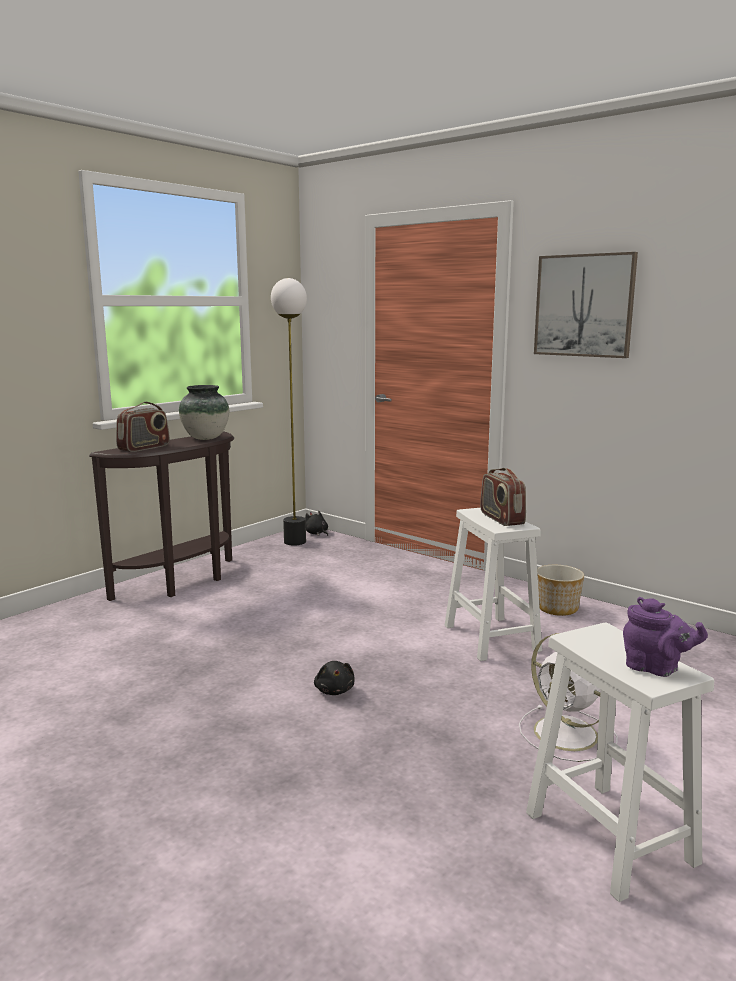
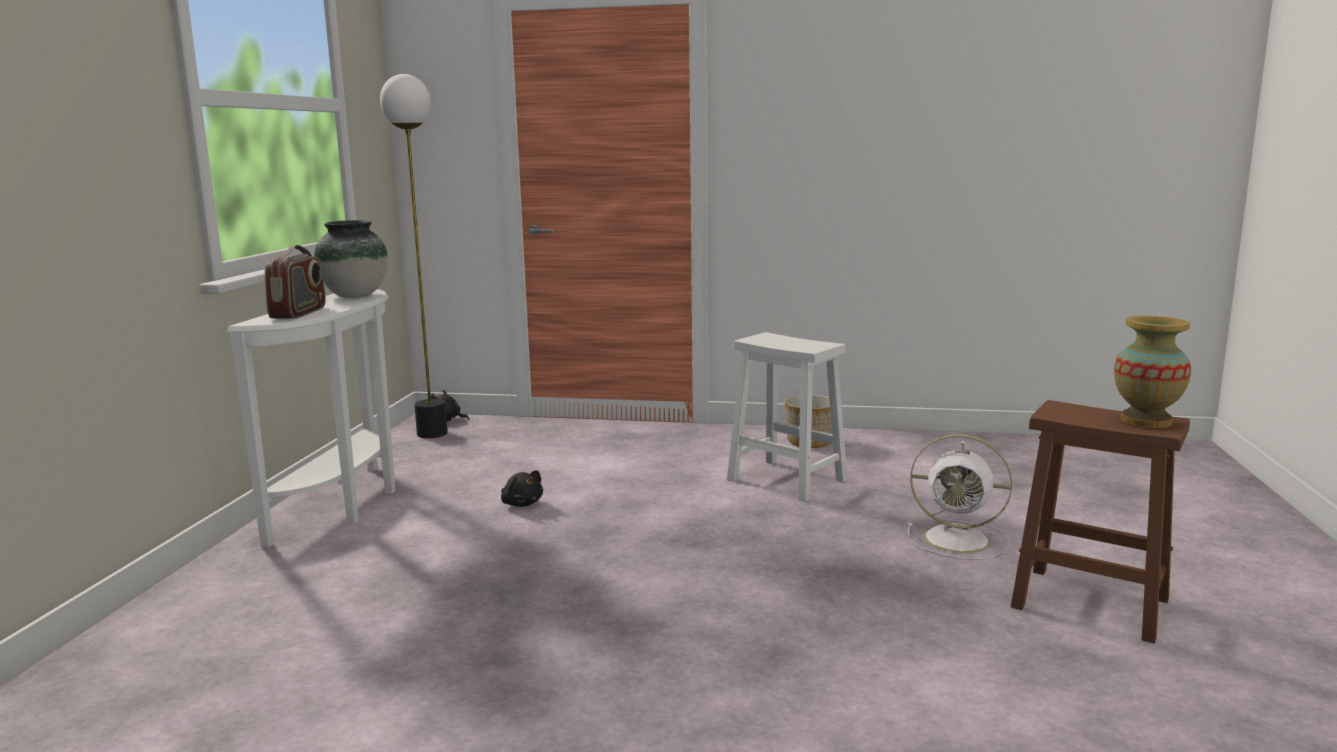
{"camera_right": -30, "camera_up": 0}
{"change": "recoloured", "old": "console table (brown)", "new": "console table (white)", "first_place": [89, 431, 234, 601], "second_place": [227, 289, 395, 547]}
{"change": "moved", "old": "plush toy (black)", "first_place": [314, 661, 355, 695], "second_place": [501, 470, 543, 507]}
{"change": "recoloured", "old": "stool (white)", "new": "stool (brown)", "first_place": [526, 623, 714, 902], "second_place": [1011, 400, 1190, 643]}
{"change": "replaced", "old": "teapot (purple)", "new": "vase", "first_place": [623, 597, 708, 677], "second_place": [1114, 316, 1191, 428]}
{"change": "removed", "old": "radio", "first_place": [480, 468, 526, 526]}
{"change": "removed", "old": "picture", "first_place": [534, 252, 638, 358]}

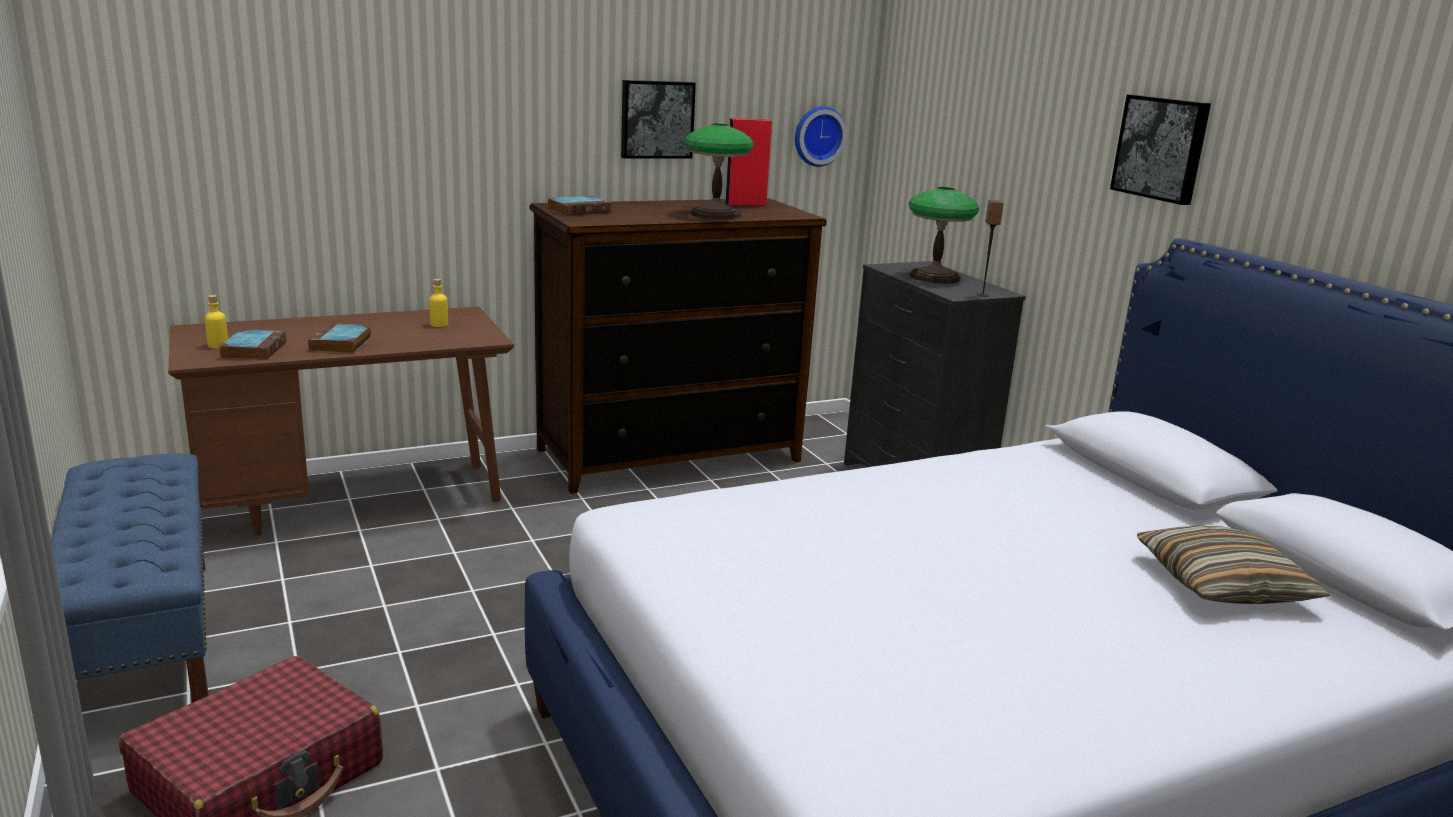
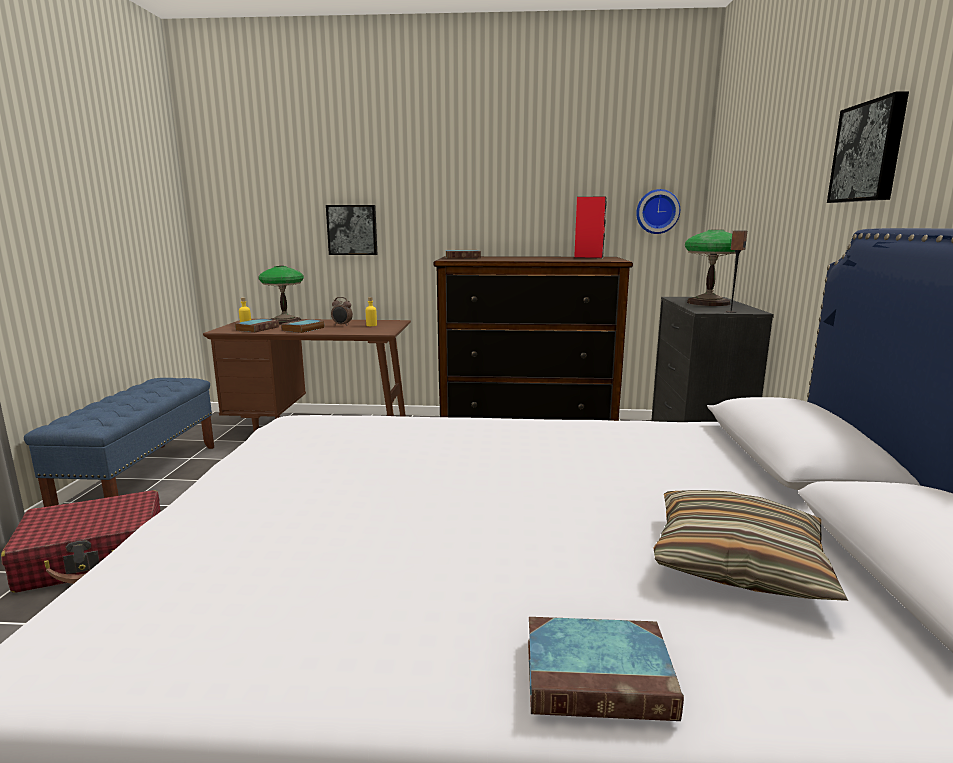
{"camera_right": 30, "camera_up": -5}
{"change": "moved", "old": "table lamp", "first_place": [685, 124, 754, 219], "second_place": [259, 266, 304, 324]}
{"change": "moved", "old": "picture", "first_place": [621, 80, 696, 159], "second_place": [326, 205, 377, 255]}
{"change": "added", "new": "alarm clock", "second_place": [331, 297, 353, 326]}
{"change": "added", "new": "book", "second_place": [528, 617, 684, 721]}

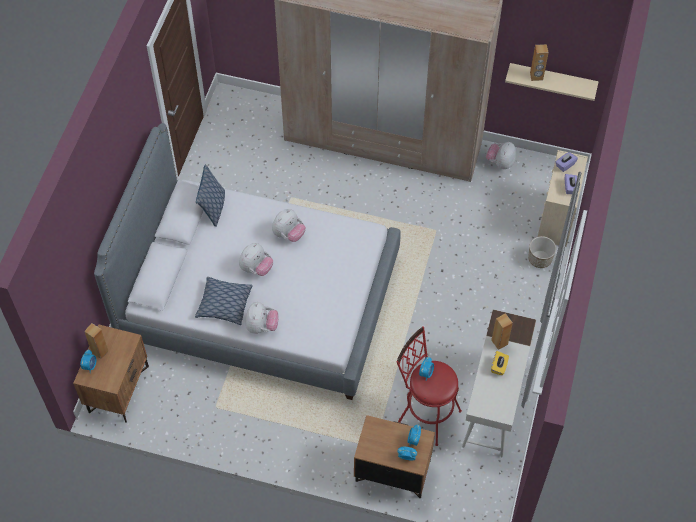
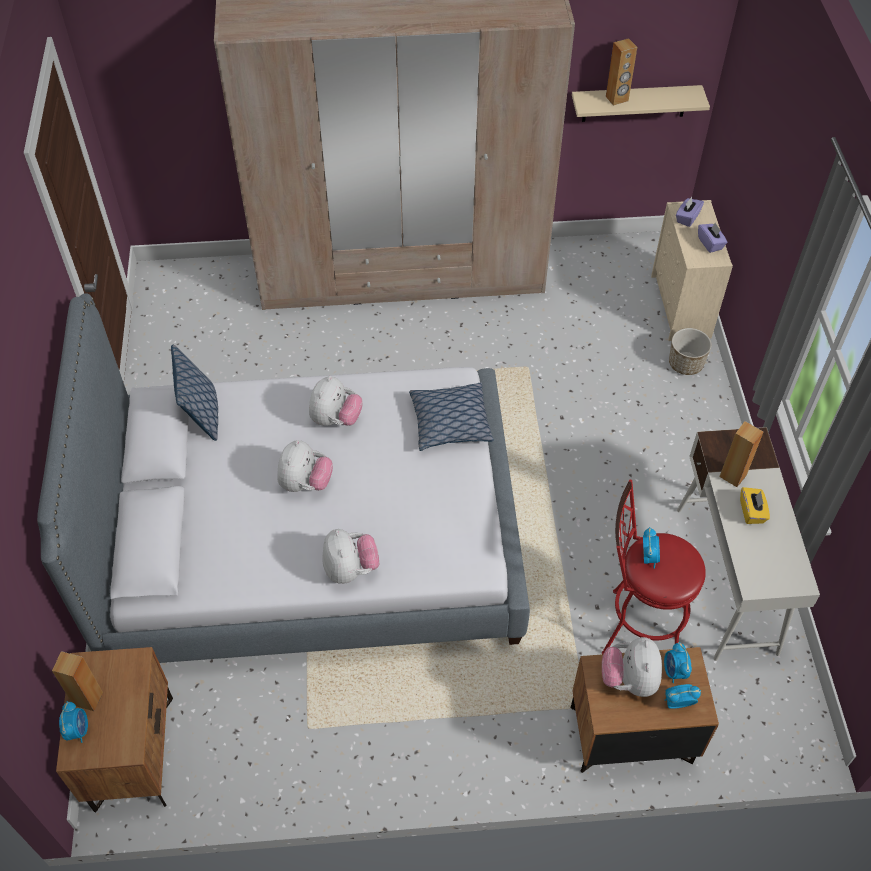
{"camera_right": -20, "camera_up": -5}
{"change": "moved", "old": "pillow", "first_place": [195, 277, 253, 325], "second_place": [409, 382, 494, 451]}
{"change": "moved", "old": "plush toy", "first_place": [486, 142, 516, 169], "second_place": [602, 637, 662, 697]}

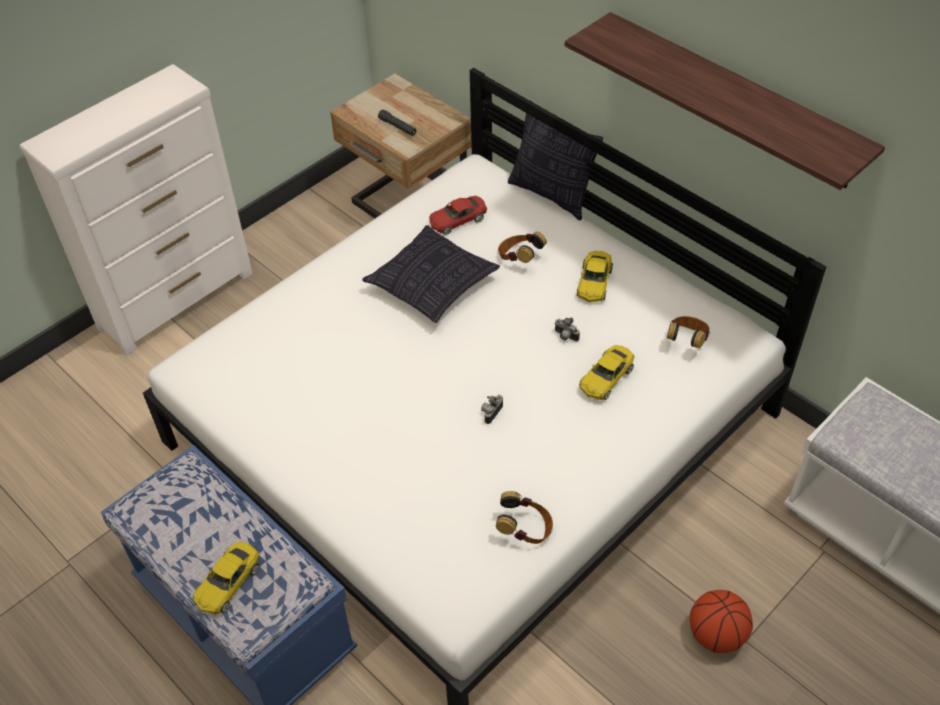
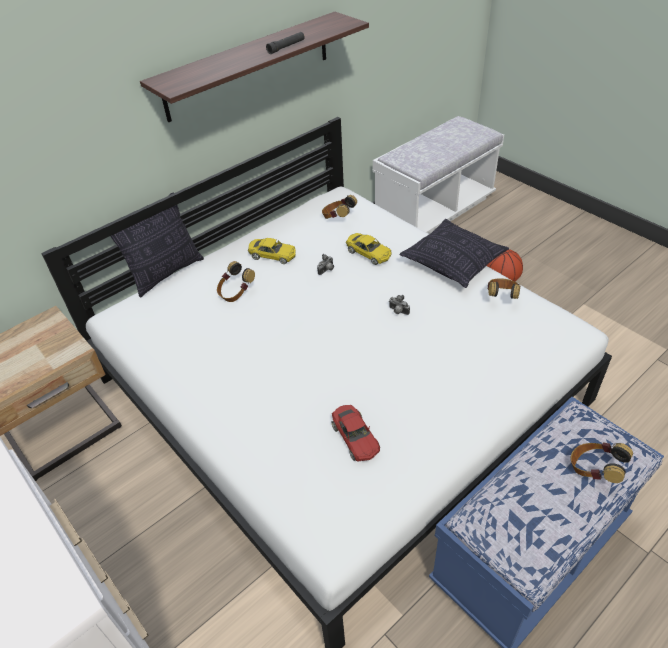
{"camera_right": -85, "camera_up": -5}
{"change": "moved", "old": "flashlight (black)", "first_place": [378, 110, 417, 136], "second_place": [266, 32, 305, 54]}
{"change": "moved", "old": "toy car (red)", "first_place": [429, 196, 487, 235], "second_place": [332, 405, 380, 462]}
{"change": "moved", "old": "pillow", "first_place": [362, 225, 500, 323], "second_place": [399, 219, 509, 288]}
{"change": "replaced", "old": "toy car (yellow)", "new": "headphones", "first_place": [193, 542, 260, 614], "second_place": [571, 442, 633, 483]}

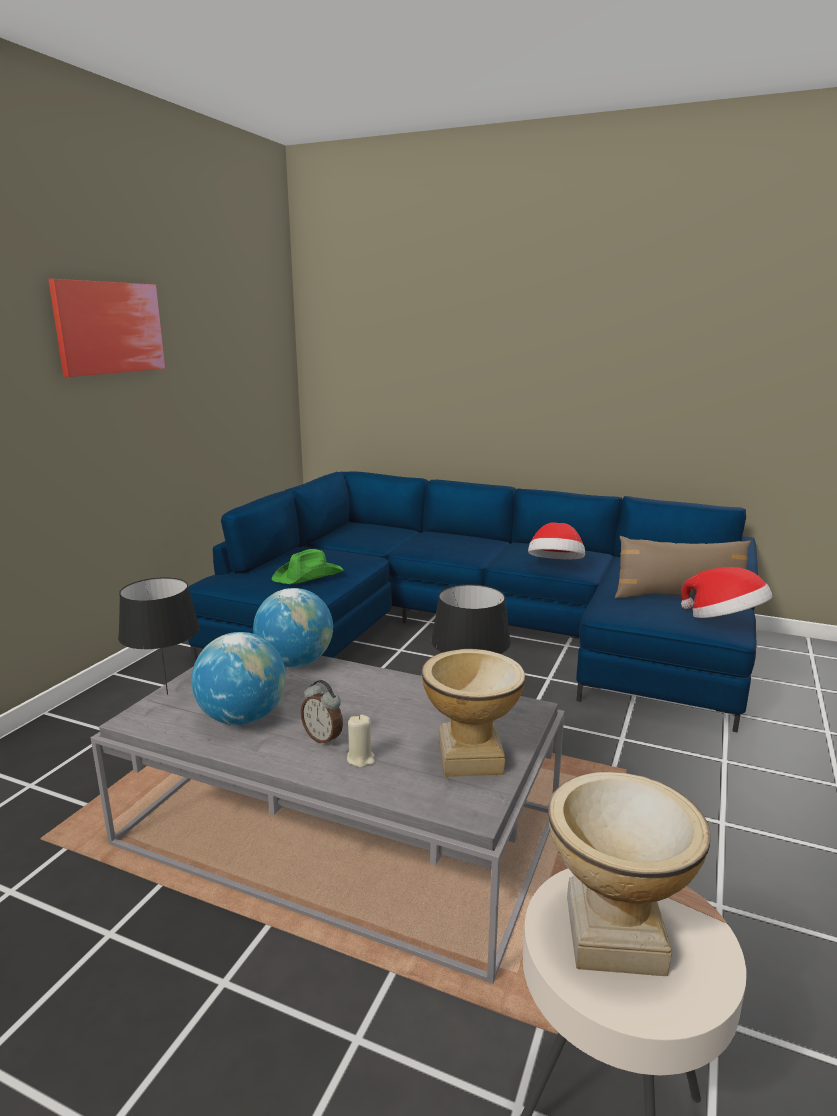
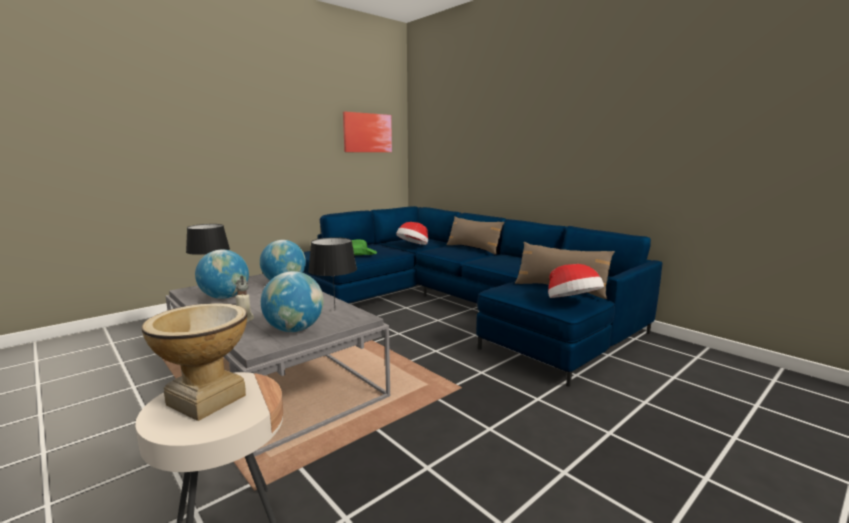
{"camera_right": 25, "camera_up": -5}
{"change": "replaced", "old": "vase", "new": "globe", "first_place": [422, 649, 526, 777], "second_place": [261, 271, 324, 332]}
{"change": "moved", "old": "picture", "first_place": [48, 279, 165, 377], "second_place": [343, 111, 392, 152]}
{"change": "moved", "old": "hat", "first_place": [528, 522, 585, 560], "second_place": [396, 222, 428, 245]}
{"change": "added", "new": "pillow (brown)", "second_place": [447, 216, 504, 255]}

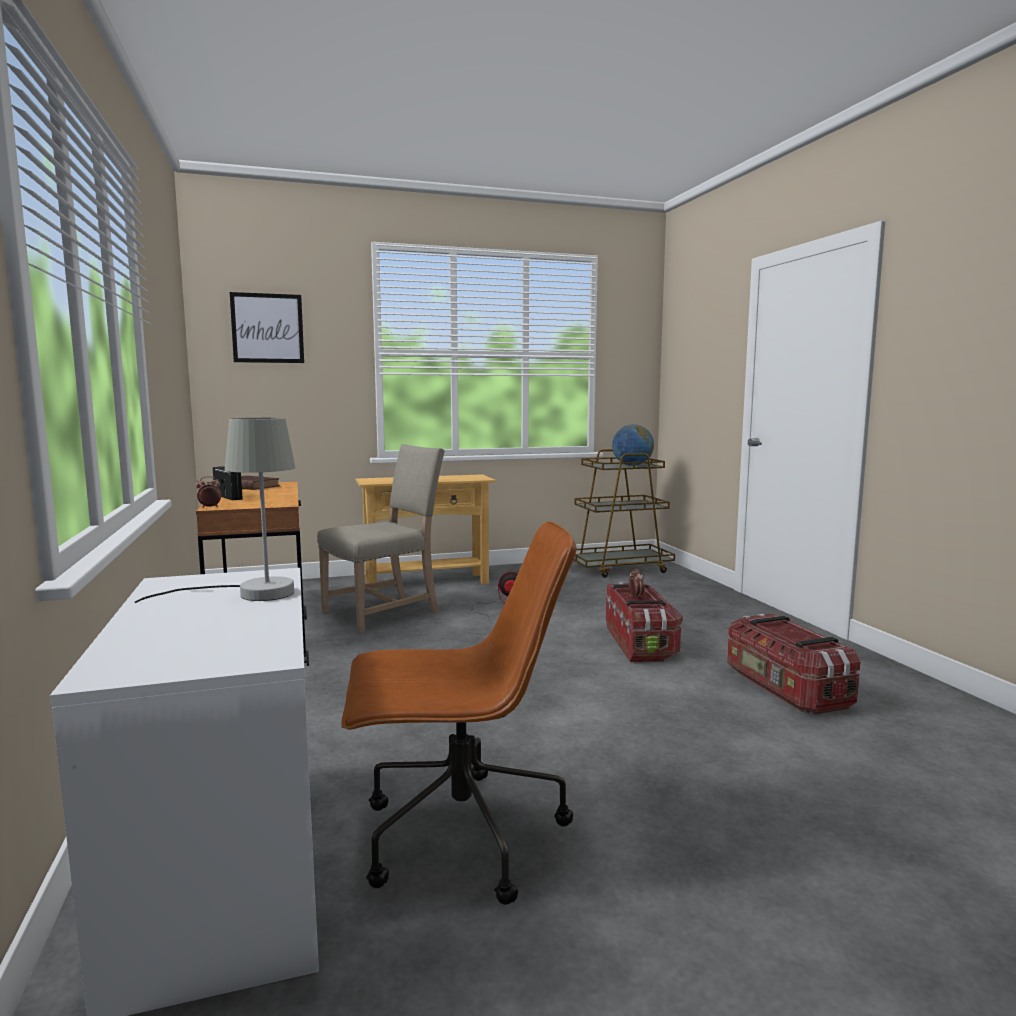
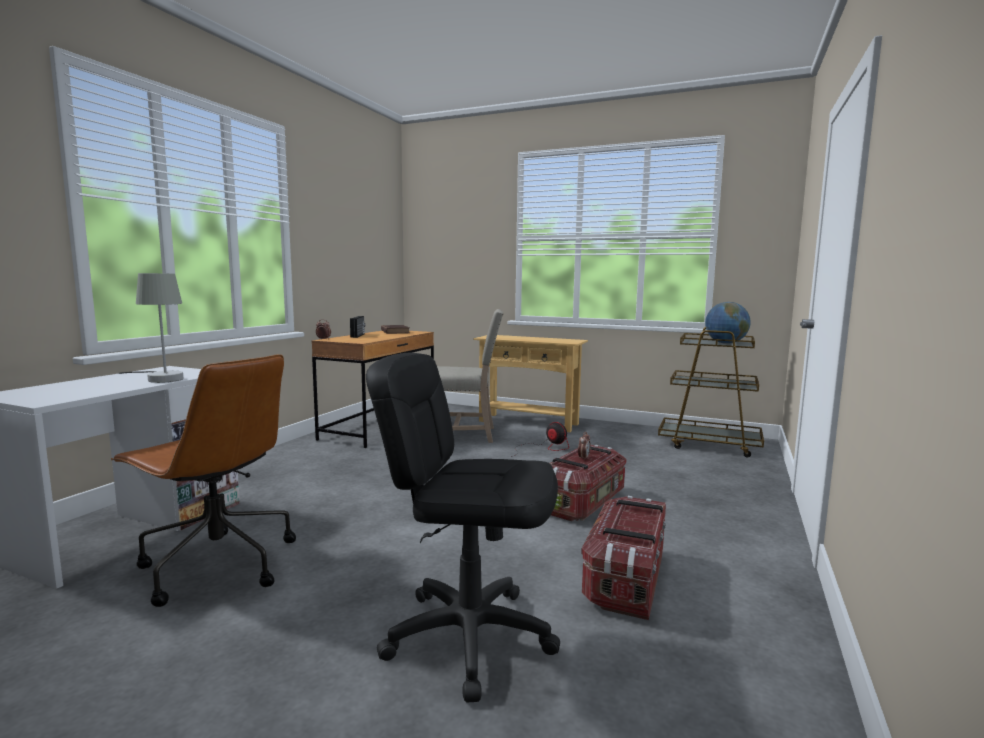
{"camera_right": 40, "camera_up": 0}
{"change": "added", "new": "office chair (black)", "second_place": [366, 353, 560, 703]}
{"change": "removed", "old": "picture", "first_place": [230, 292, 304, 363]}

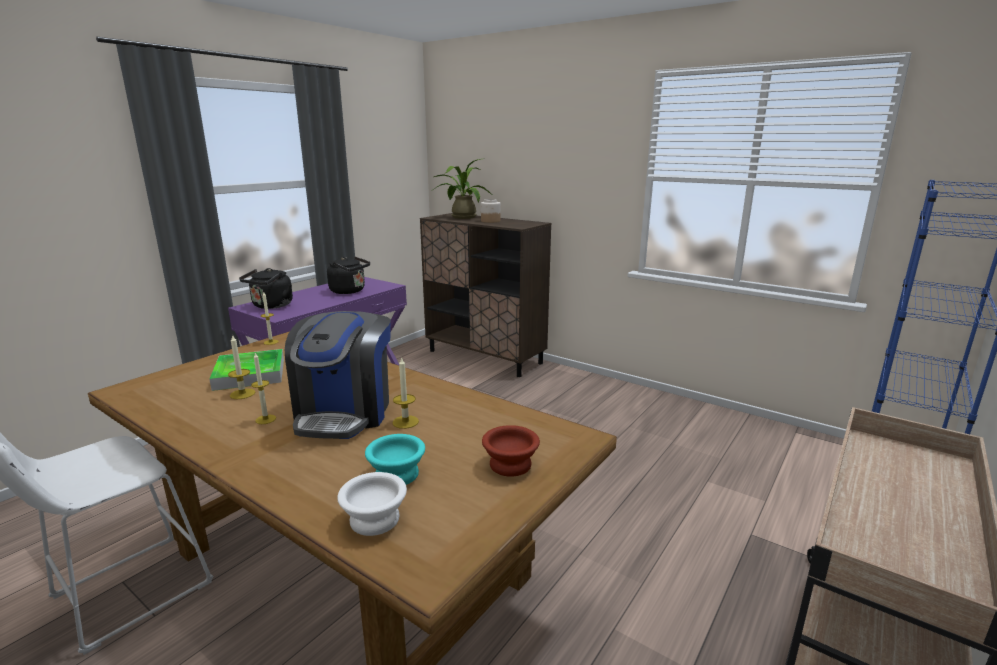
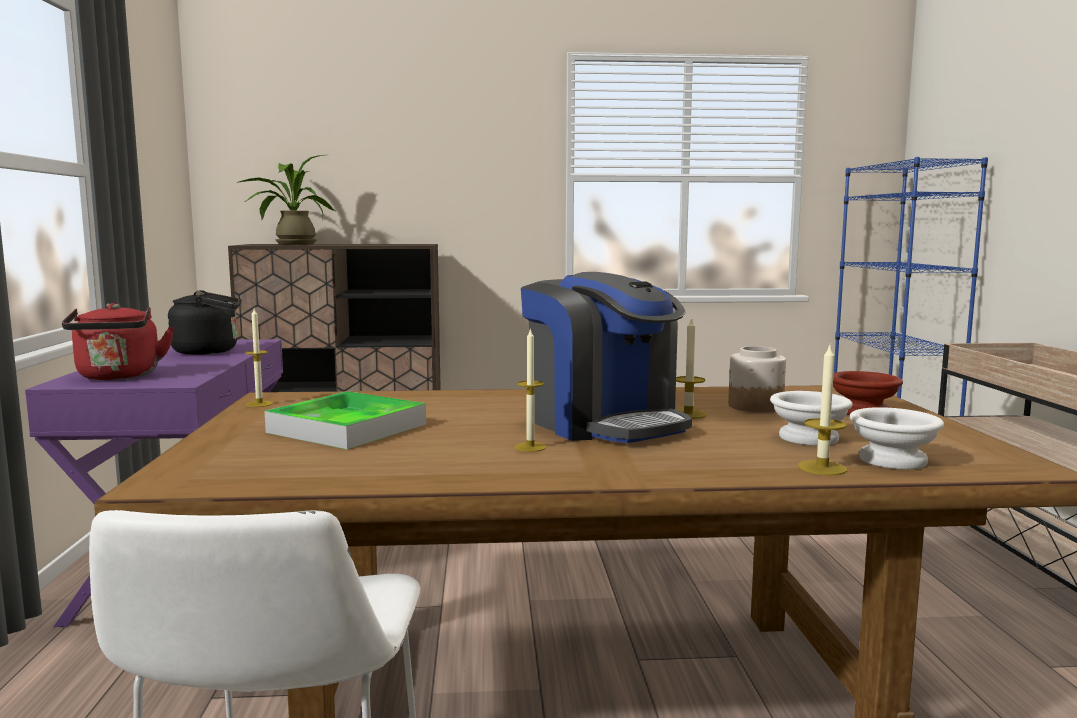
{"camera_right": -40, "camera_up": -10}
{"change": "recoloured", "old": "kettle (black)", "new": "kettle (red)", "first_place": [239, 268, 293, 309], "second_place": [62, 303, 174, 380]}
{"change": "moved", "old": "jar", "first_place": [481, 199, 501, 223], "second_place": [728, 346, 786, 413]}
{"change": "recoloured", "old": "bowl (turquoise)", "new": "bowl (white)", "first_place": [365, 434, 425, 485], "second_place": [770, 391, 853, 446]}
{"change": "moved", "old": "candle", "first_place": [228, 334, 255, 399], "second_place": [798, 343, 847, 475]}

